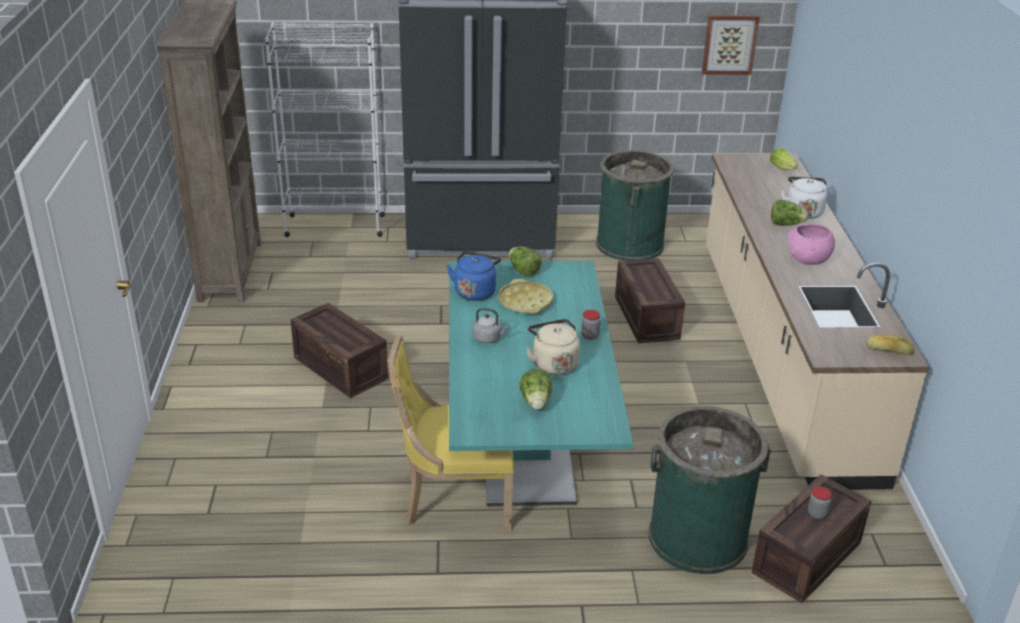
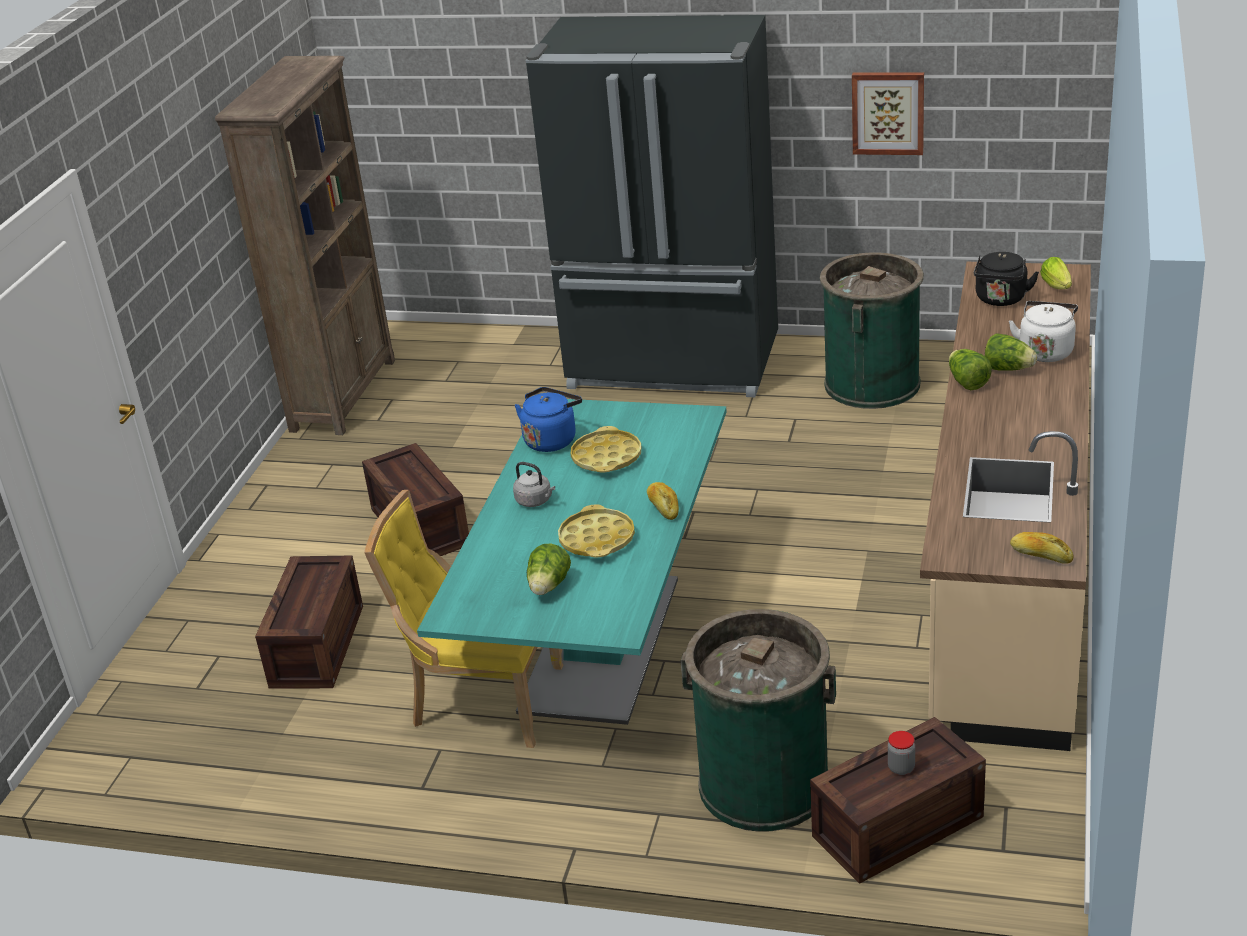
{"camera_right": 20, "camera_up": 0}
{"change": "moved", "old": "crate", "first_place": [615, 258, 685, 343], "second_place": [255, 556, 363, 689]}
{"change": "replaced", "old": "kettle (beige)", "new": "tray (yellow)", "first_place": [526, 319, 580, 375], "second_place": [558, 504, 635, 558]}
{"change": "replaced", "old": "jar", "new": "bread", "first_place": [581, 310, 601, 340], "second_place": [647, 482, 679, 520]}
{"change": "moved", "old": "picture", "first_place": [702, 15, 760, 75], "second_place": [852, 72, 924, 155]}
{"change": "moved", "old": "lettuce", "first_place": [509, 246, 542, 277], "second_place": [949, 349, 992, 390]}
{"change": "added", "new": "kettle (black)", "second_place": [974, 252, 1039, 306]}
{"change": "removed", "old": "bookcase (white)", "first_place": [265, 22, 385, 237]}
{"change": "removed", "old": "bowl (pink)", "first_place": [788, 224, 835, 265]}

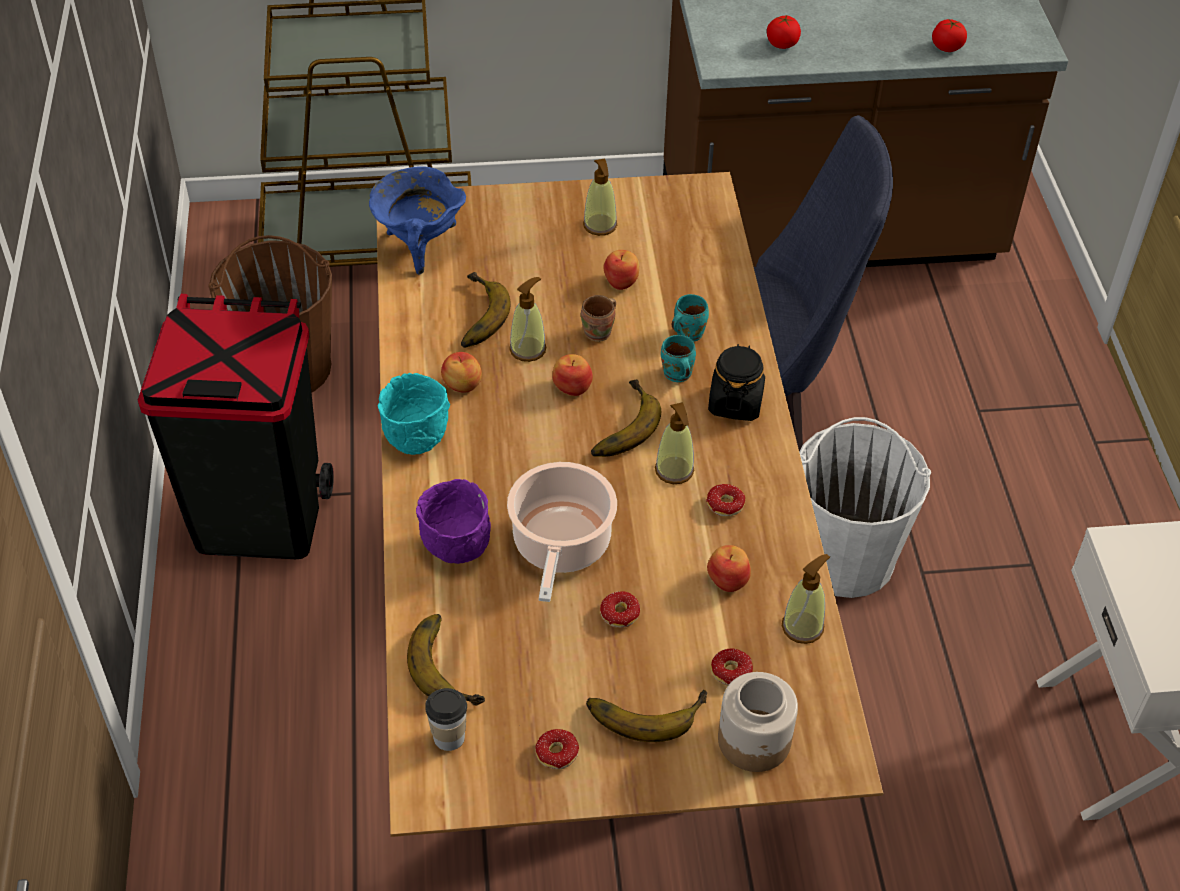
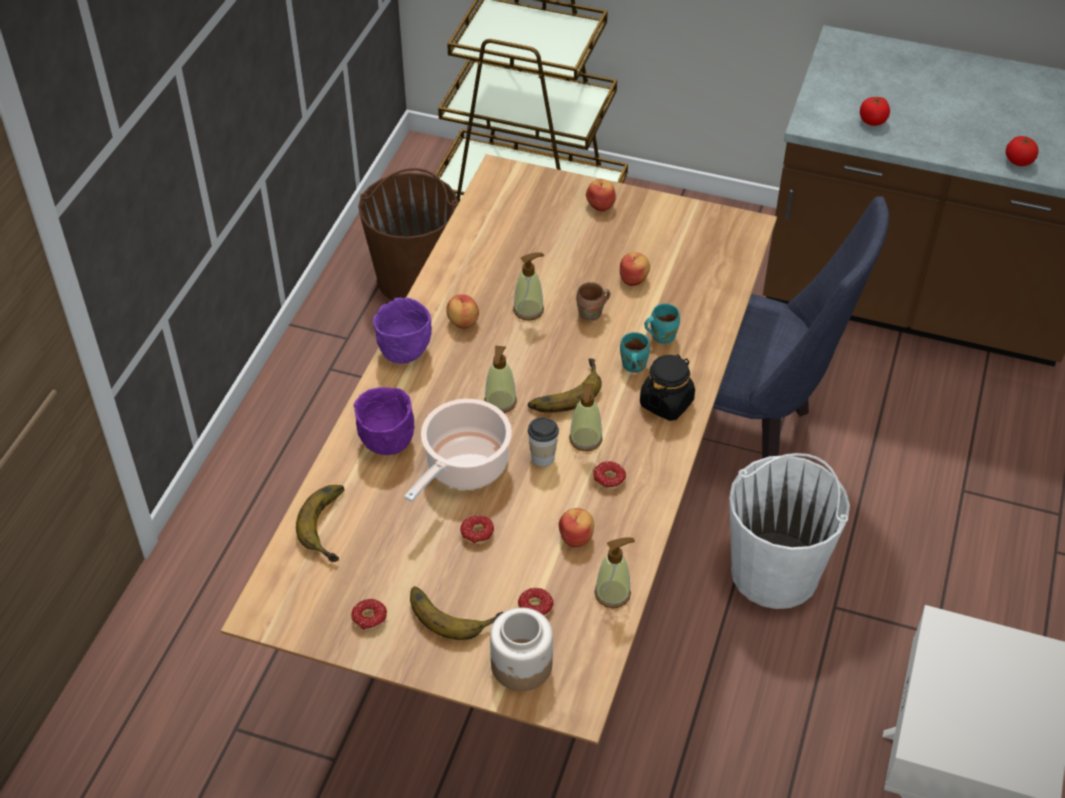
{"camera_right": 25, "camera_up": 0}
{"change": "recoloured", "old": "bowl (turquoise)", "new": "bowl (purple)", "first_place": [378, 373, 450, 455], "second_place": [373, 297, 432, 364]}
{"change": "moved", "old": "soap dispenser", "first_place": [583, 158, 617, 236], "second_place": [484, 346, 517, 413]}
{"change": "moved", "old": "cup", "first_place": [425, 688, 467, 751], "second_place": [528, 417, 559, 466]}
{"change": "moved", "old": "apple", "first_place": [552, 354, 593, 396], "second_place": [586, 179, 616, 212]}
{"change": "removed", "old": "trash can (black)", "first_place": [138, 294, 334, 559]}
{"change": "removed", "old": "cooking pot (blue)", "first_place": [369, 166, 466, 275]}
{"change": "removed", "old": "banana", "first_place": [461, 272, 511, 348]}

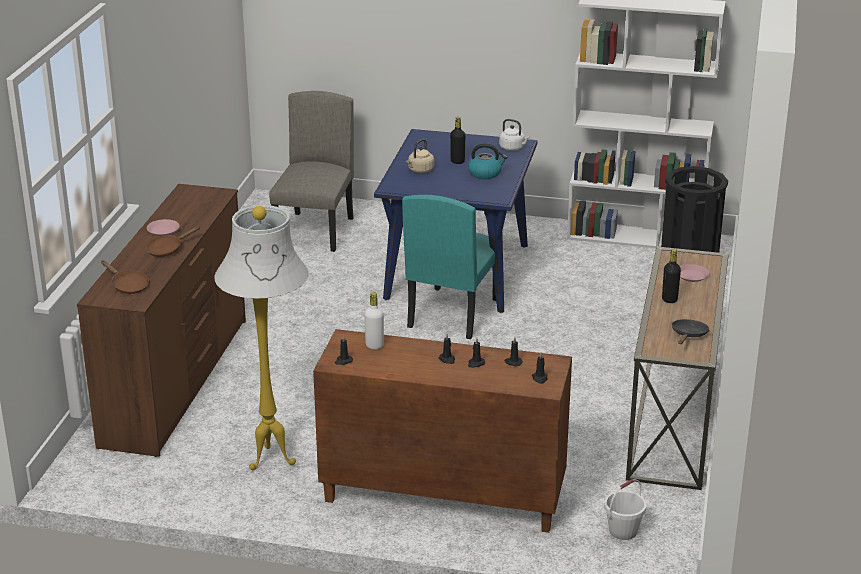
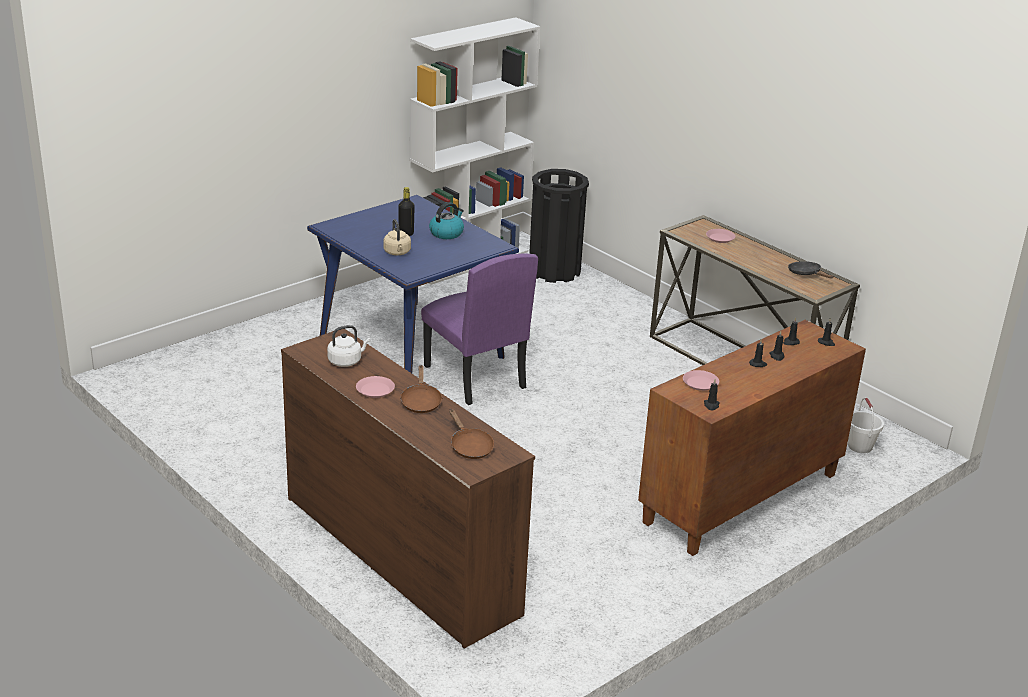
{"camera_right": -55, "camera_up": 0}
{"change": "moved", "old": "kettle (white)", "first_place": [499, 119, 530, 151], "second_place": [327, 325, 370, 367]}
{"change": "recoloured", "old": "chair (turquoise)", "new": "chair (purple)", "first_place": [402, 195, 496, 339], "second_place": [421, 254, 538, 405]}
{"change": "turned", "old": "frying pan (brown)", "first_place": [101, 260, 149, 294], "second_place": [449, 409, 494, 459], "degrees": 75}
{"change": "replaced", "old": "bottle (white)", "new": "plate (pink)", "first_place": [364, 292, 384, 350], "second_place": [683, 370, 719, 391]}
{"change": "removed", "old": "floor lamp (white)", "first_place": [214, 205, 308, 470]}
{"change": "removed", "old": "chair (beige)", "first_place": [269, 91, 354, 252]}
{"change": "removed", "old": "bottle (black)", "first_place": [662, 249, 681, 303]}

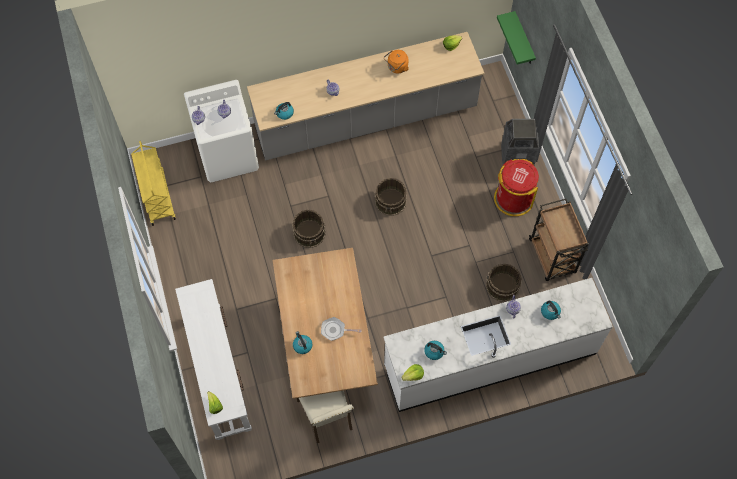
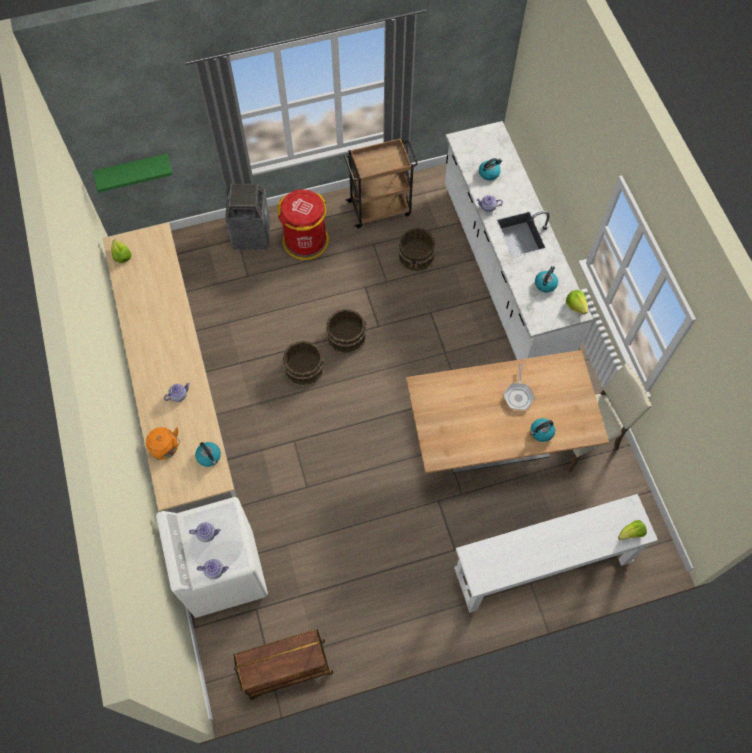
{"camera_right": -90, "camera_up": 0}
{"change": "moved", "old": "kettle (orange)", "first_place": [384, 50, 409, 73], "second_place": [146, 427, 180, 460]}
{"change": "recoloured", "old": "cart (yellow)", "new": "cart (brown)", "first_place": [131, 141, 176, 226], "second_place": [234, 629, 333, 700]}
{"change": "moved", "old": "bucket (brown)", "first_place": [292, 210, 326, 248], "second_place": [326, 309, 367, 355]}

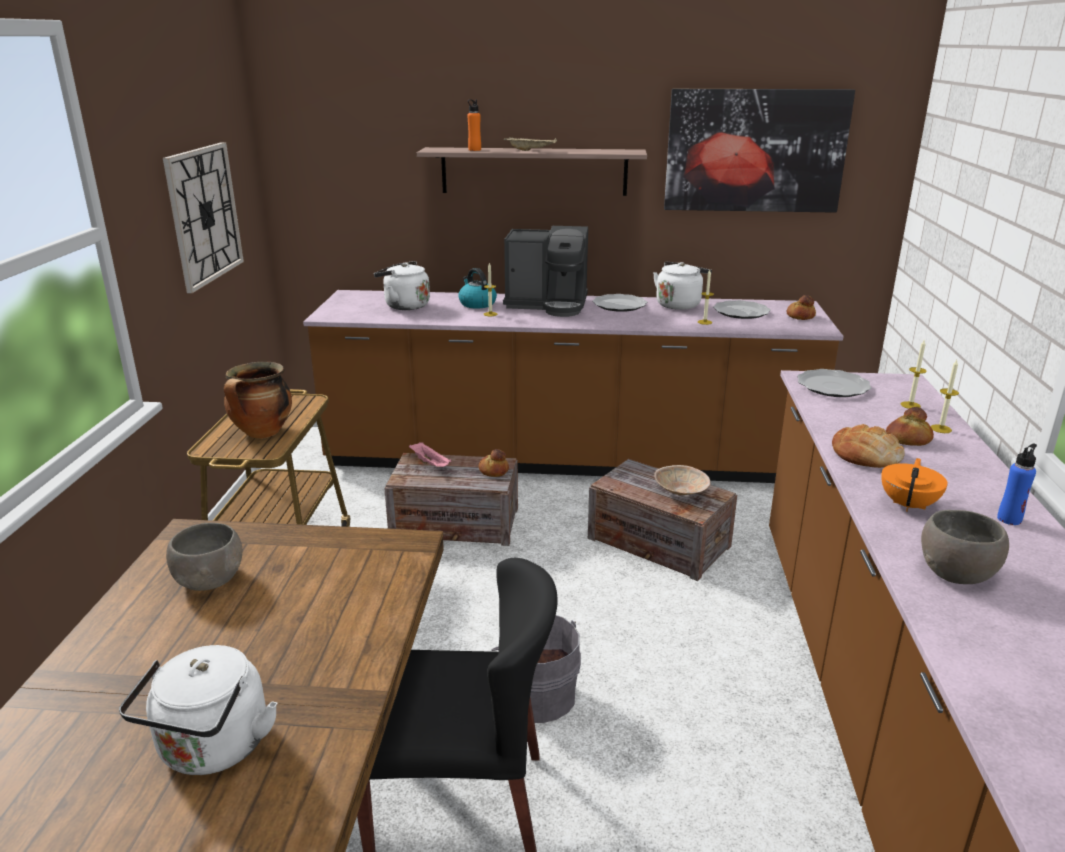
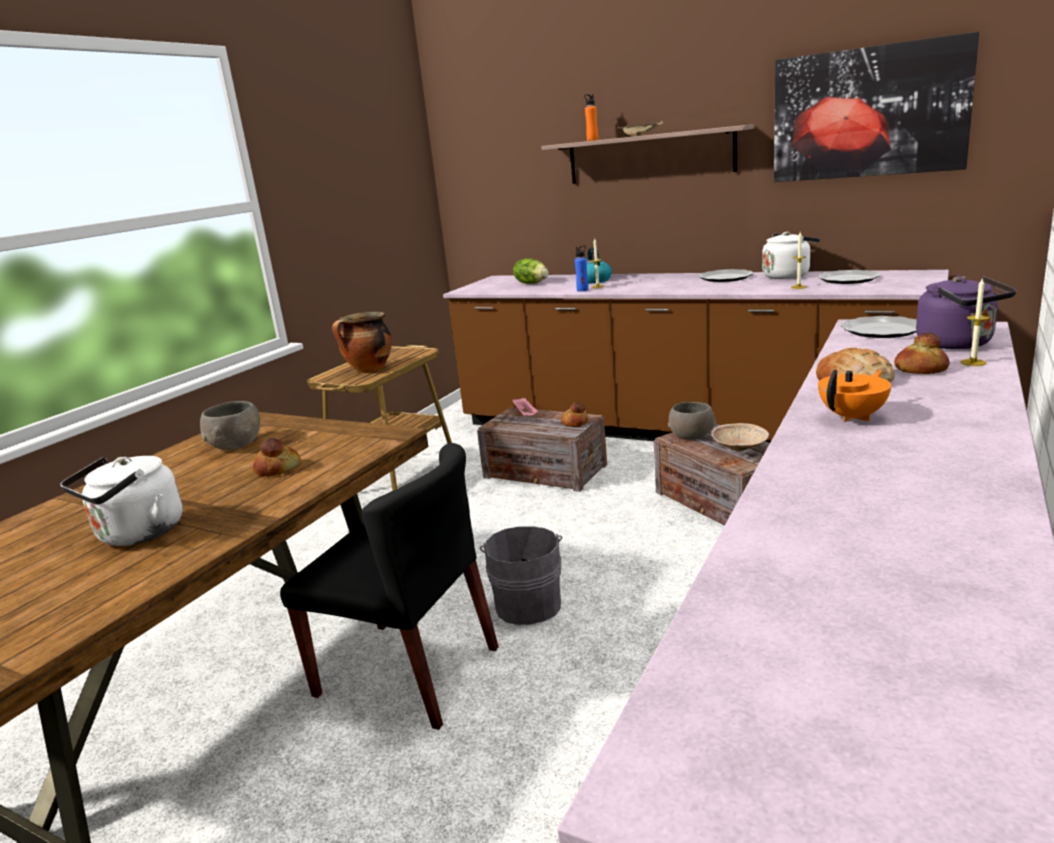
{"camera_right": 25, "camera_up": -5}
{"change": "moved", "old": "bread", "first_place": [786, 295, 816, 320], "second_place": [253, 438, 301, 477]}
{"change": "replaced", "old": "kettle (white)", "new": "lettuce", "first_place": [374, 261, 430, 310], "second_place": [513, 258, 548, 284]}
{"change": "moved", "old": "bottle (blue)", "first_place": [997, 444, 1037, 525], "second_place": [575, 246, 589, 292]}
{"change": "moved", "old": "bowl (grey)", "first_place": [921, 510, 1009, 584], "second_place": [668, 402, 716, 440]}
{"change": "replaced", "old": "candle", "new": "kettle (purple)", "first_place": [901, 340, 927, 409], "second_place": [916, 276, 1016, 349]}
{"change": "removed", "old": "wall clock", "first_place": [163, 142, 244, 293]}
{"change": "removed", "old": "coffee machine", "first_place": [503, 226, 588, 317]}

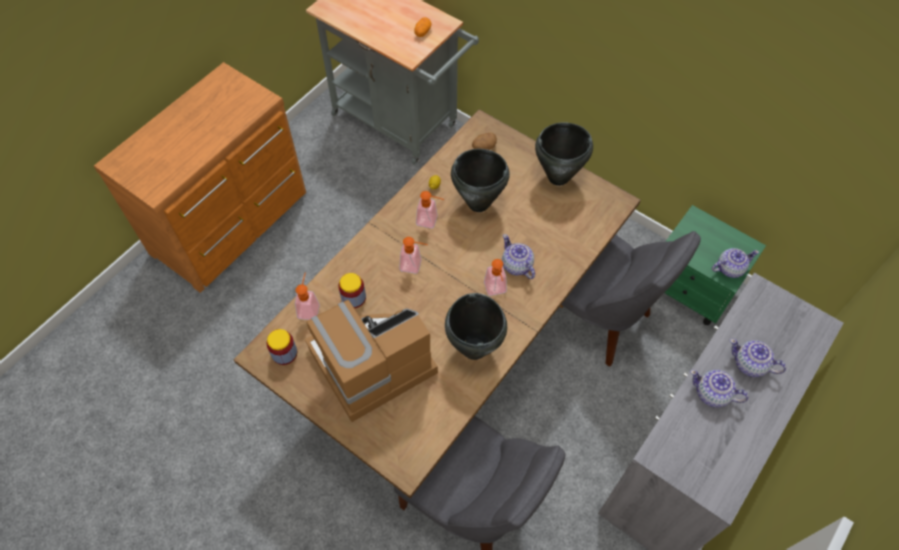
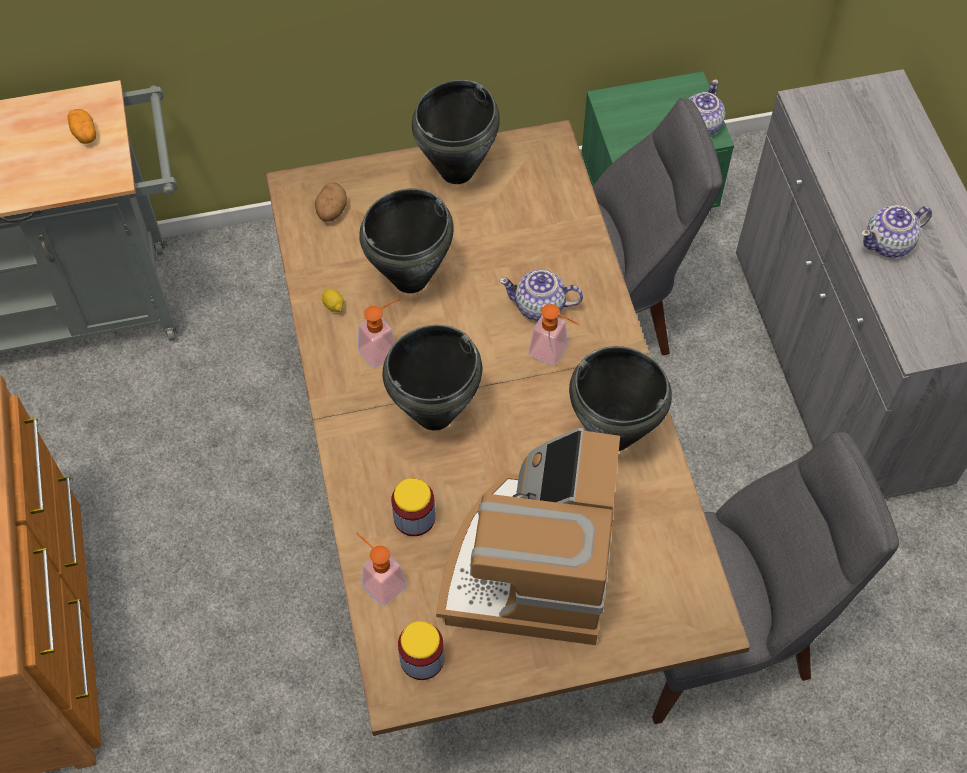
{"camera_right": -50, "camera_up": 0}
{"change": "replaced", "old": "soap dispenser", "new": "cooking pot (black)", "first_place": [399, 237, 428, 274], "second_place": [383, 325, 482, 430]}
{"change": "removed", "old": "teapot", "first_place": [730, 339, 786, 377]}

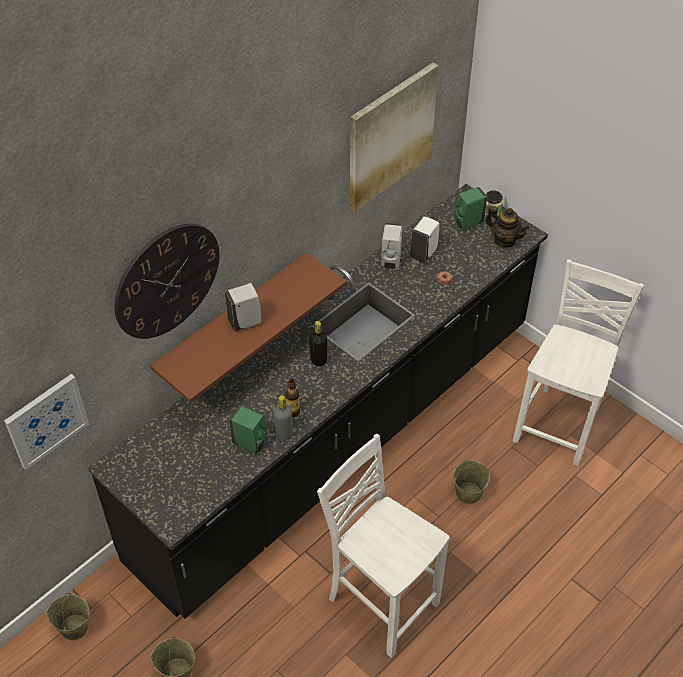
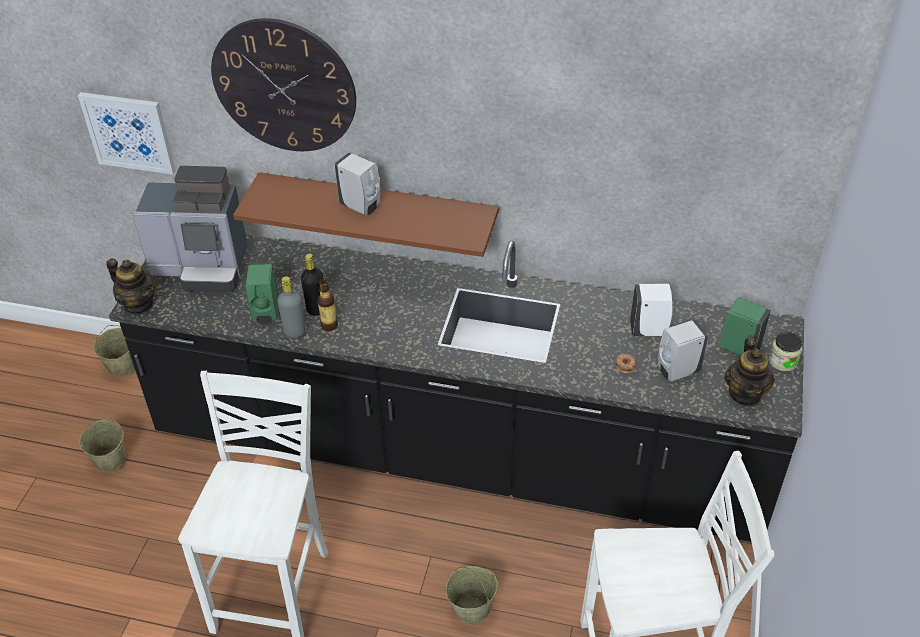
{"camera_right": 60, "camera_up": -5}
{"change": "added", "new": "teapot", "second_place": [106, 258, 155, 314]}
{"change": "added", "new": "coffee machine", "second_place": [132, 166, 248, 293]}
{"change": "moved", "old": "bottle (black)", "first_place": [309, 321, 327, 366], "second_place": [301, 253, 324, 316]}
{"change": "moved", "old": "soap dispenser (white)", "first_place": [381, 223, 403, 269], "second_place": [658, 320, 708, 382]}
{"change": "removed", "old": "picture", "first_place": [350, 63, 439, 212]}

